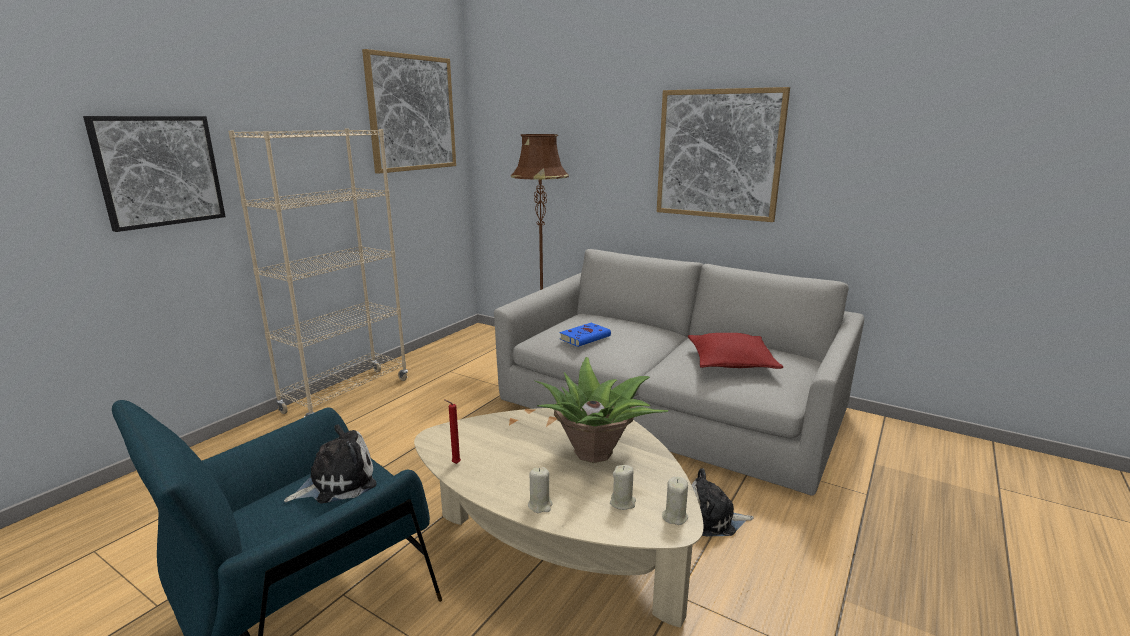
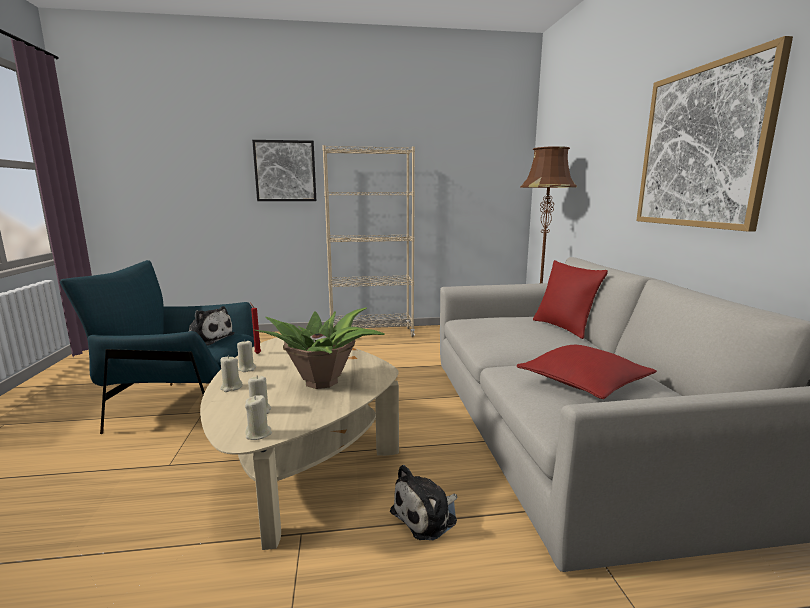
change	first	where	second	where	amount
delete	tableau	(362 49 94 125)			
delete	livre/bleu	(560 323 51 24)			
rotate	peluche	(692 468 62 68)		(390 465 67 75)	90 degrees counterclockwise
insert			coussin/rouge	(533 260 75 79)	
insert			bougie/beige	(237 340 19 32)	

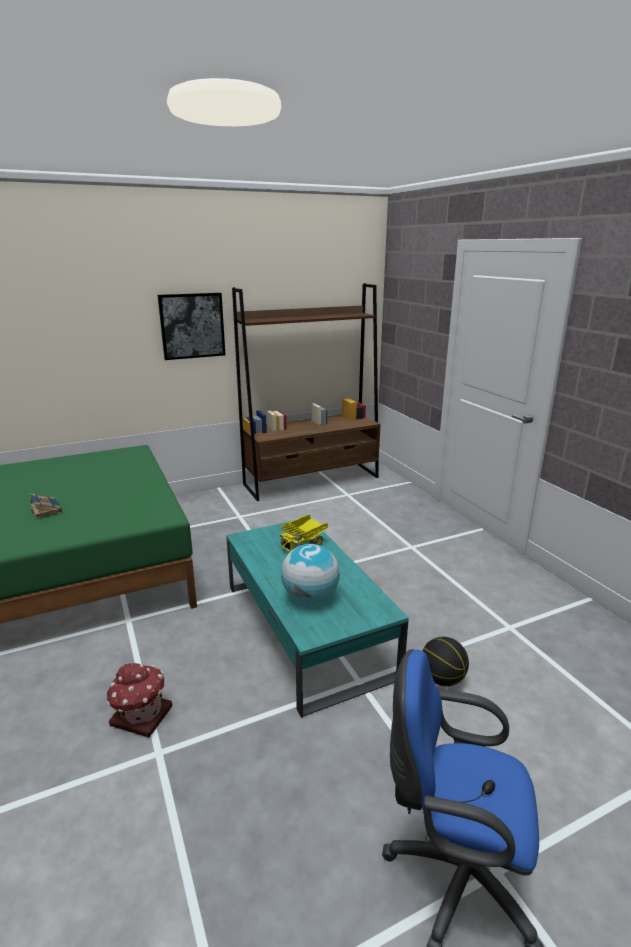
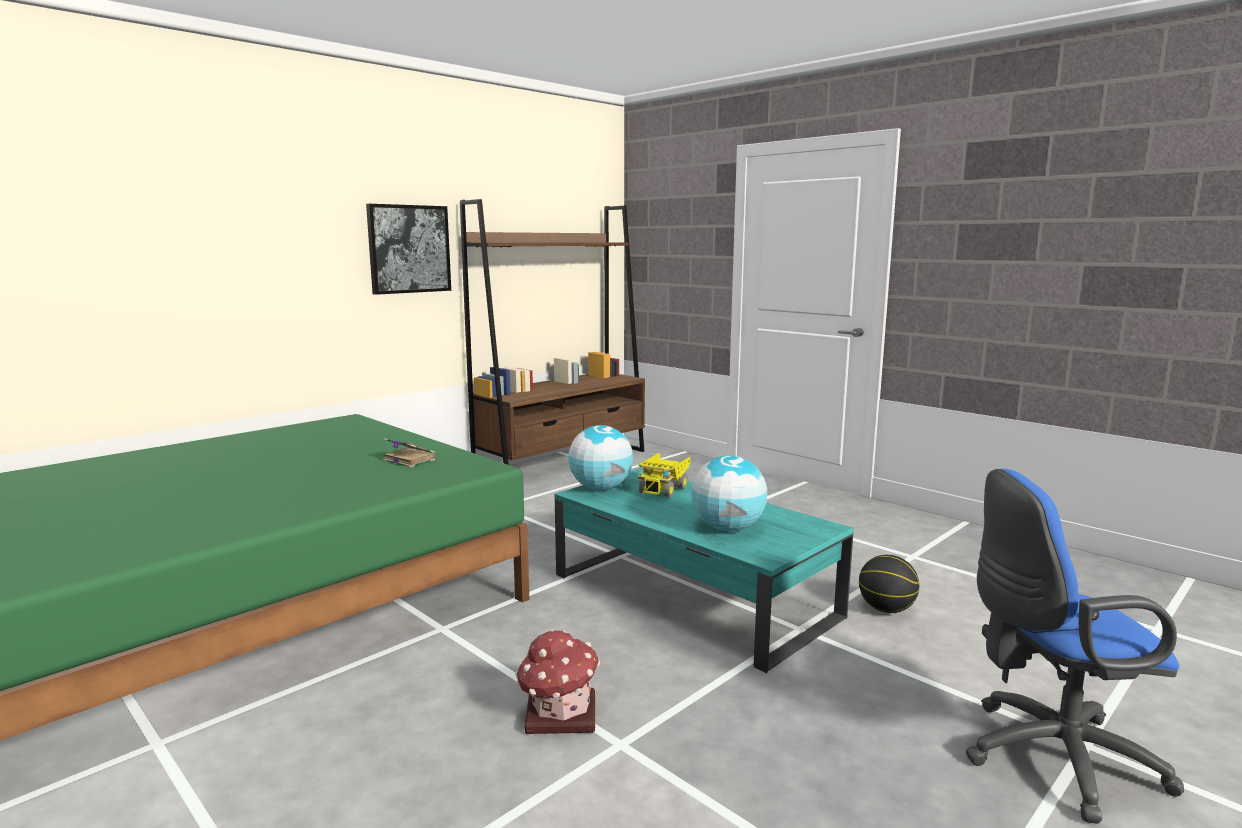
change	first	where	second	where	amount
move	livre	(30 493 32 27)		(383 438 53 30)	
insert			globe	(568 425 65 65)	

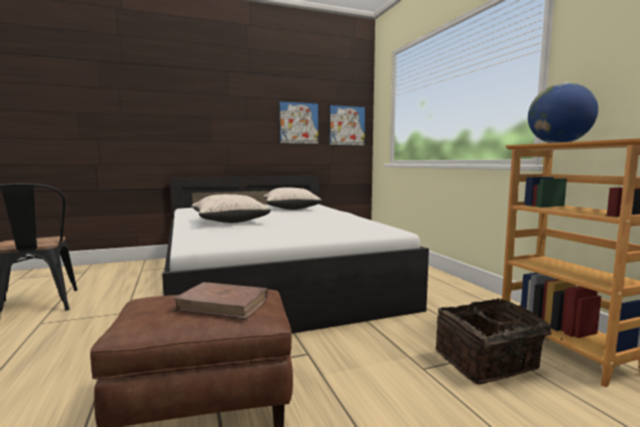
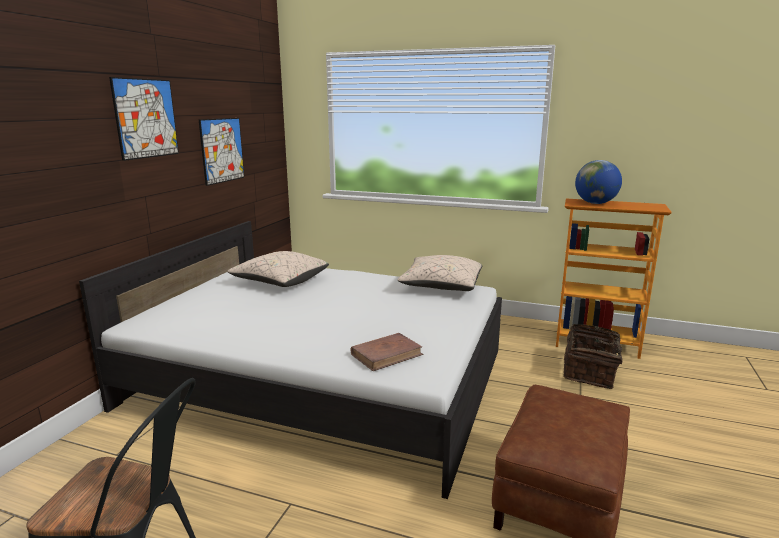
change	first	where	second	where	amount
move	tableau	(329 105 37 41)		(109 77 70 84)	
move	coussin/beige	(192 194 79 29)		(398 255 84 36)	
move	livre/marron	(173 282 95 37)		(351 333 73 38)	

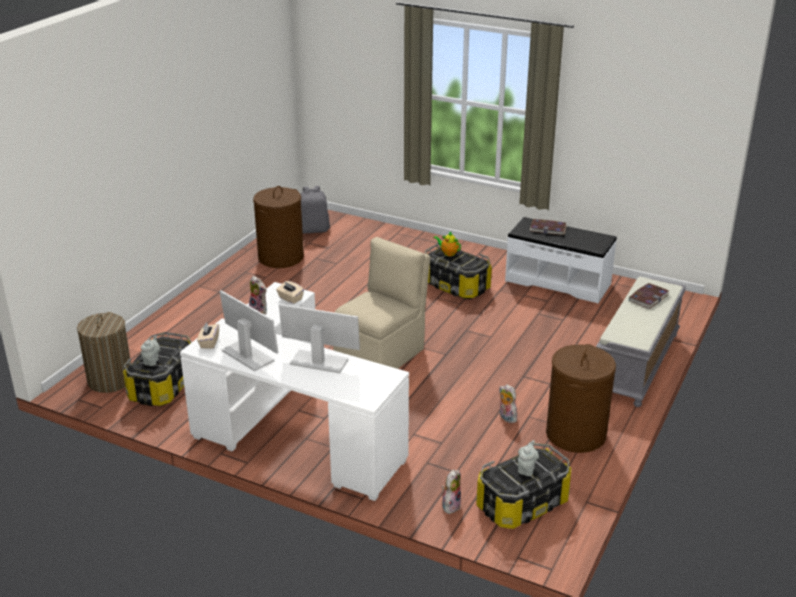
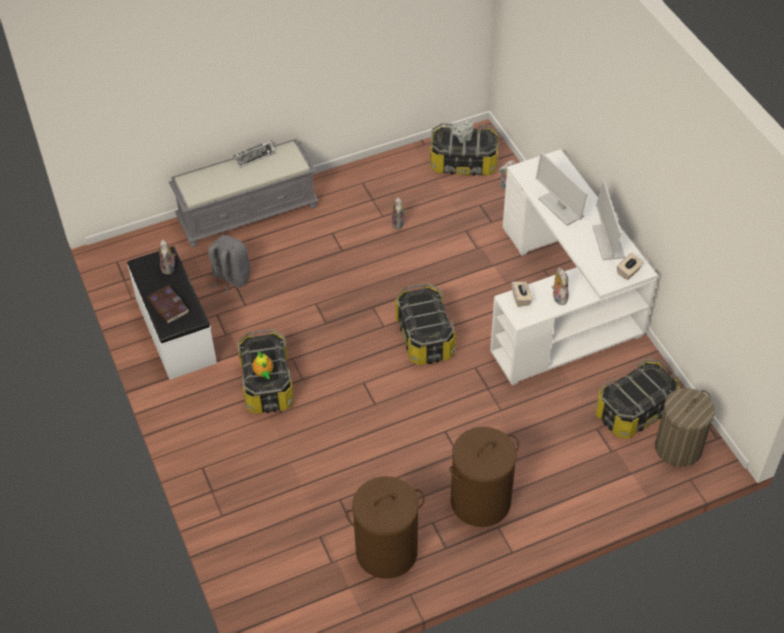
change	first	where	second	where	amount
move	sac à dos/gris	(300 186 30 48)		(208 235 42 60)	
replace	chaise/beige	(333 237 97 132)	boîte de rangement	(395 283 61 82)	
delete	livre	(629 283 40 26)			
delete	théière/gris	(141 336 19 30)			
move	panier à linge/marron	(546 344 70 109)		(449 427 70 100)	
insert			clavier	(233 140 43 28)	
insert			peluche	(159 240 17 35)	

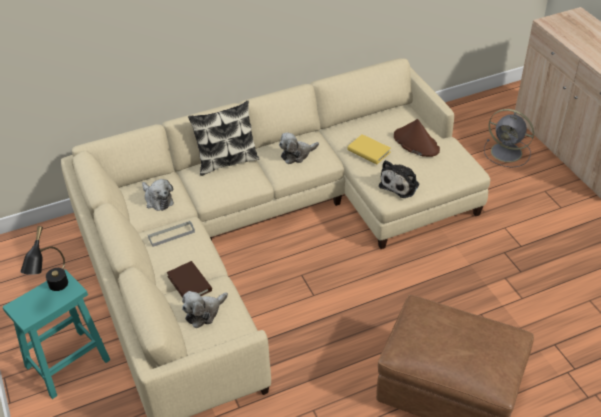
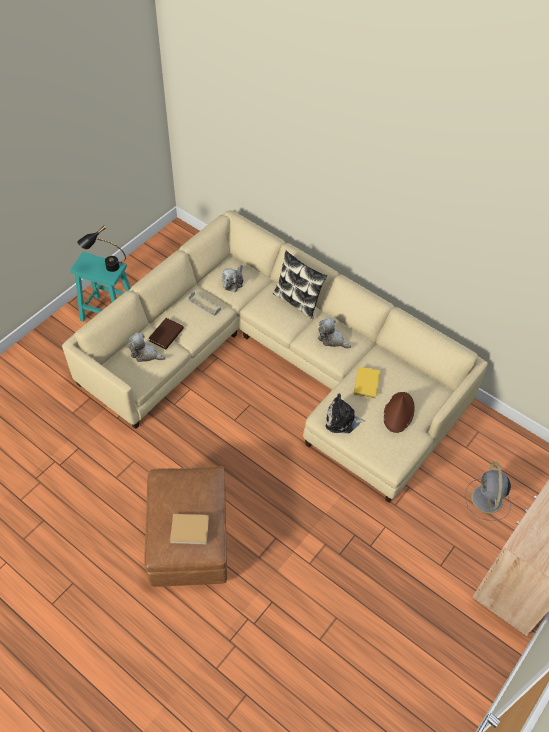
change	first	where	second	where	amount
insert			livre/beige	(170 514 39 30)	

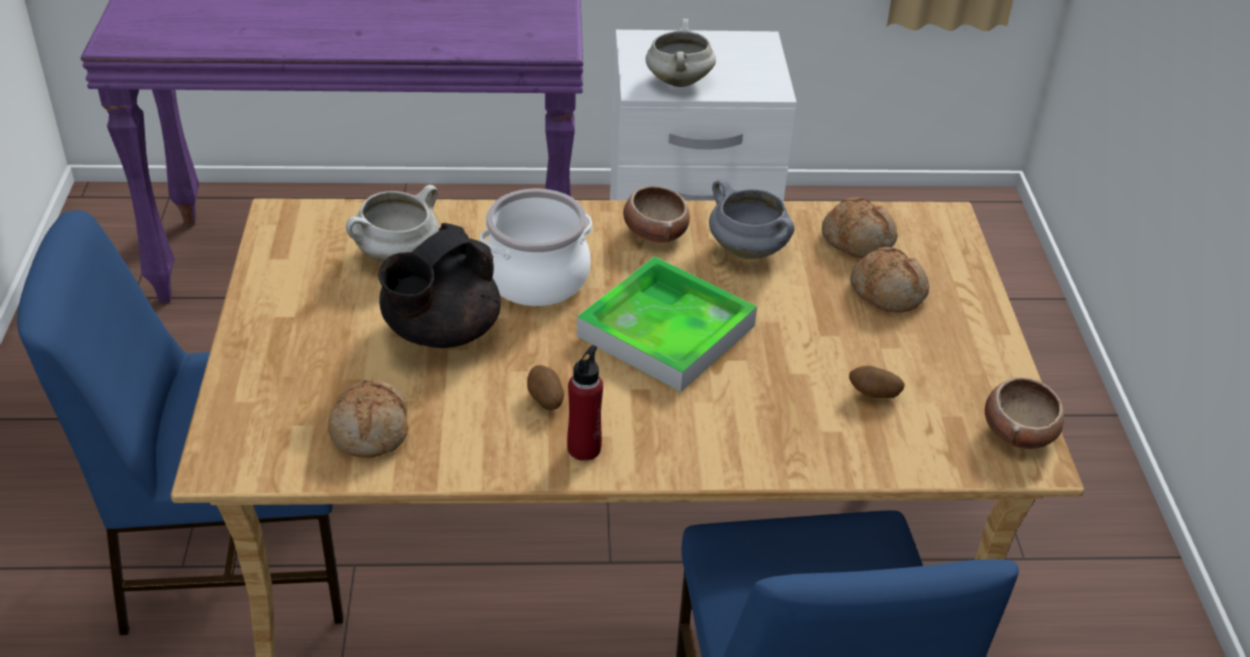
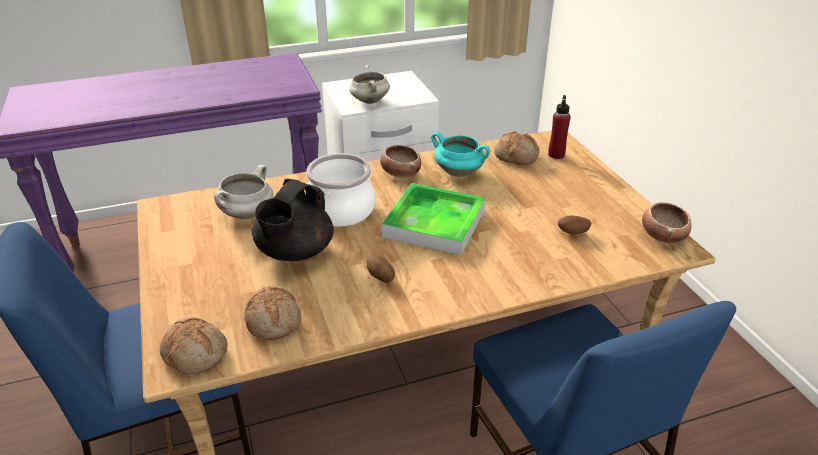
change	first	where	second	where	amount
recolor	marmite/gris	(709 179 85 80)	marmite/turquoise	(431 132 59 45)	
move	pain	(850 247 79 65)		(160 317 67 57)	
move	bouteille/rouge	(567 345 36 116)		(548 95 23 64)	

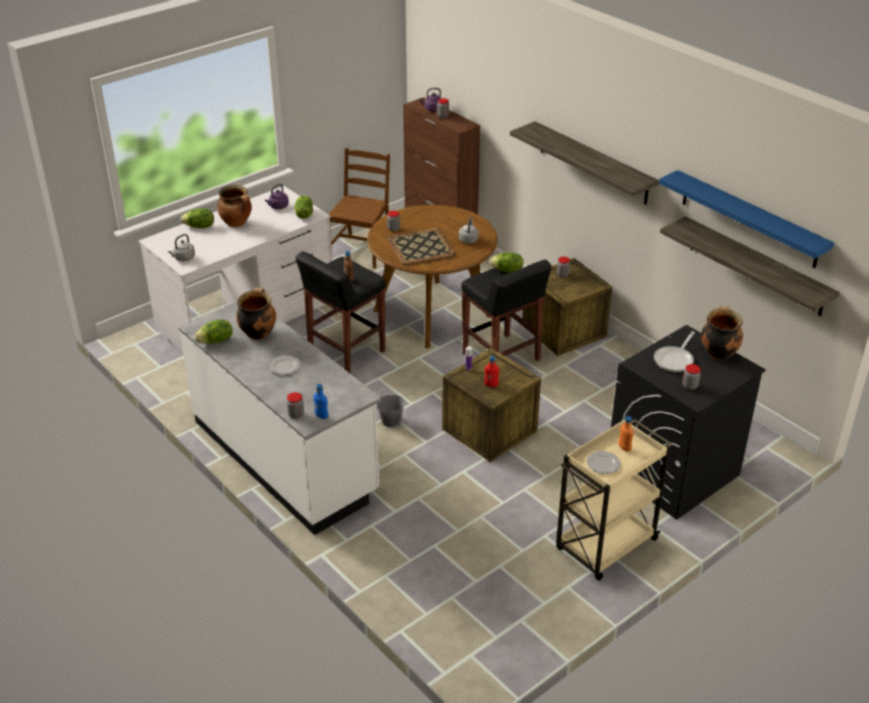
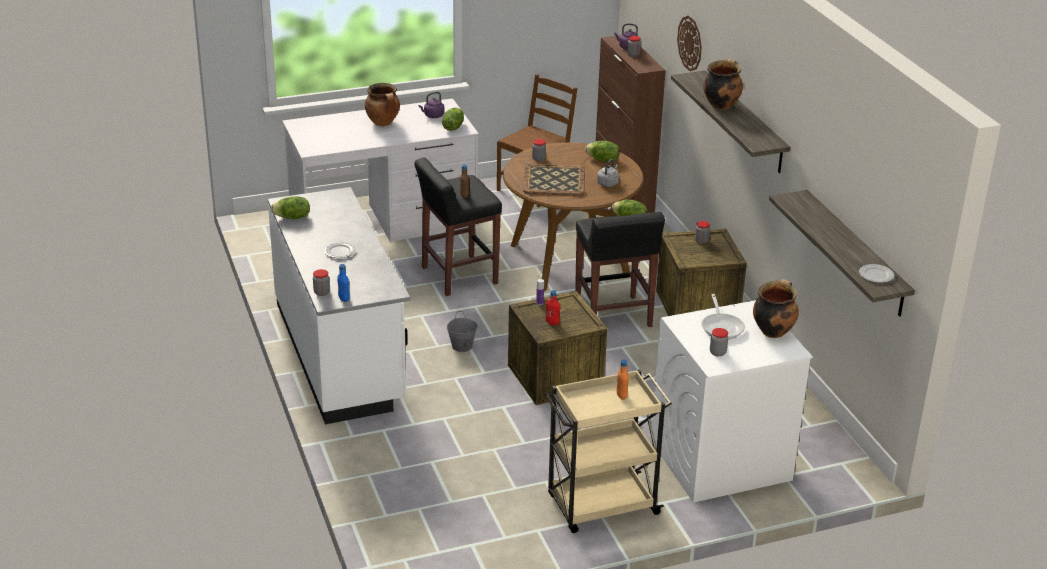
change	first	where	second	where	amount
delete	étagère/bleu	(659 170 175 98)			
move	laitue	(181 209 33 19)		(585 141 34 21)	
delete	bouilloire/gris	(168 234 27 27)			
move	marmite	(236 288 40 52)		(703 59 40 51)	
recolor	lave-linge/noir	(611 325 155 195)	lave-linge/blanc	(651 300 162 203)	
rotate	poêle	(654 331 41 41)		(701 294 44 45)	60 degrees counterclockwise
move	assiette	(587 451 34 23)		(859 264 35 19)	
insert			horloge murale	(677 16 25 55)	

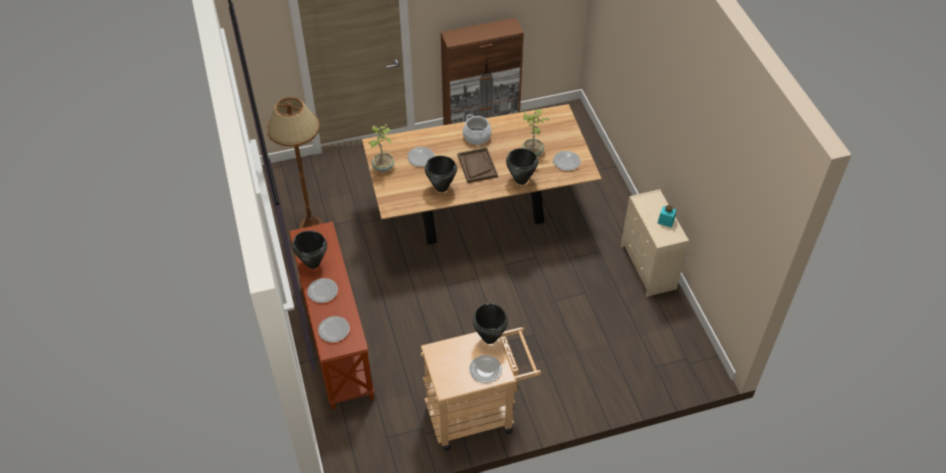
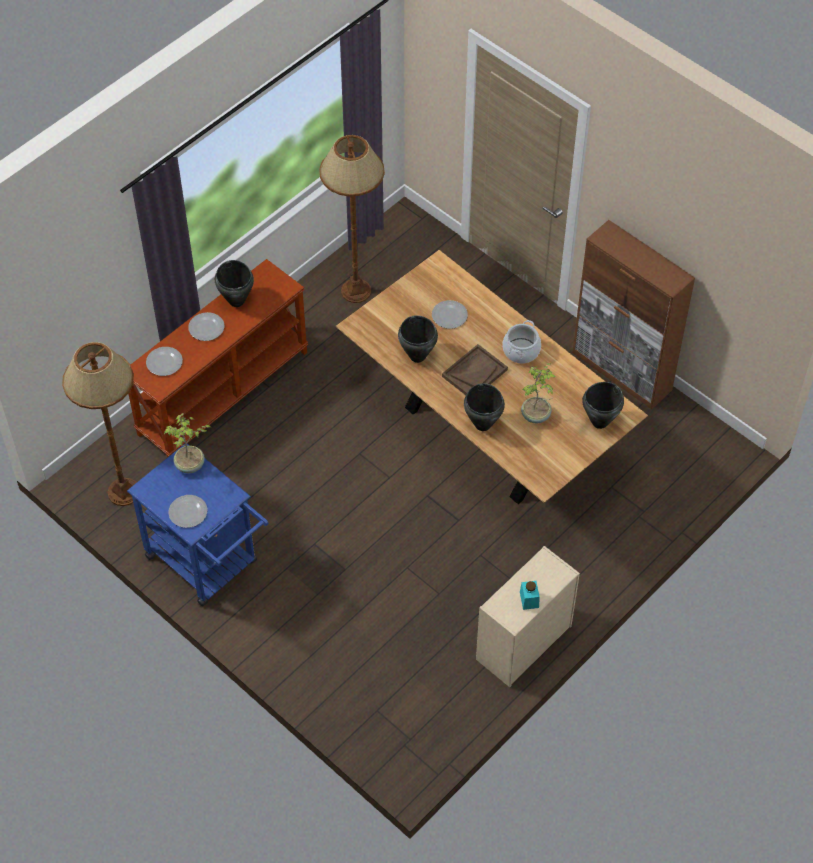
change	first	where	second	where	amount
move	plante en pot	(369 124 25 48)		(164 413 47 60)	
delete	assiette	(553 151 28 20)			
move	marmite/noir	(473 303 35 41)		(582 382 42 47)	
recolor	chariot/beige	(421 327 120 124)	chariot/bleu	(127 444 142 162)	
insert			lampadaire/marron	(62 342 75 164)	

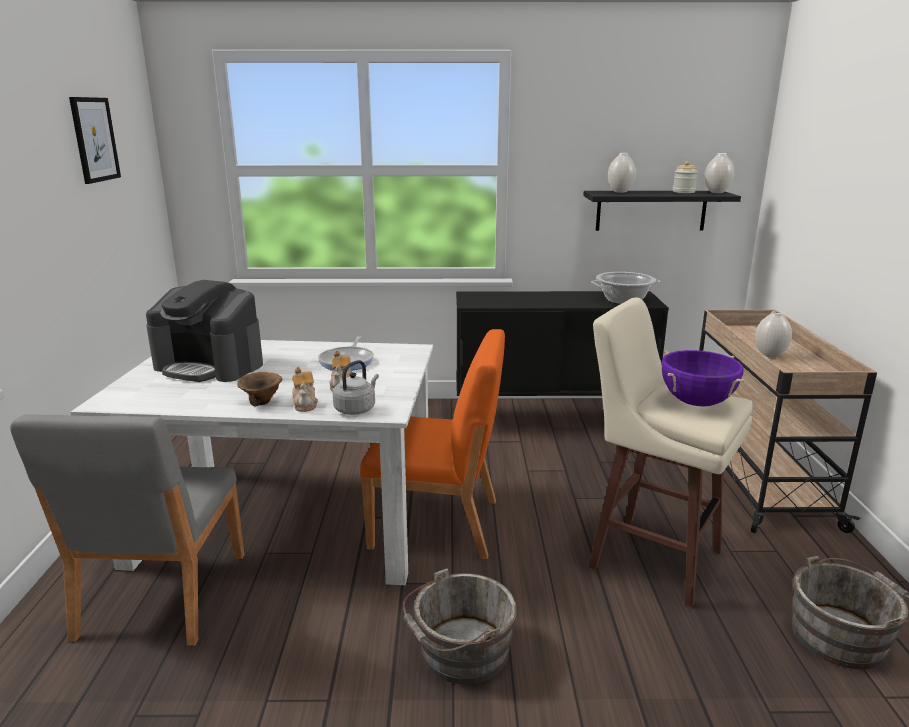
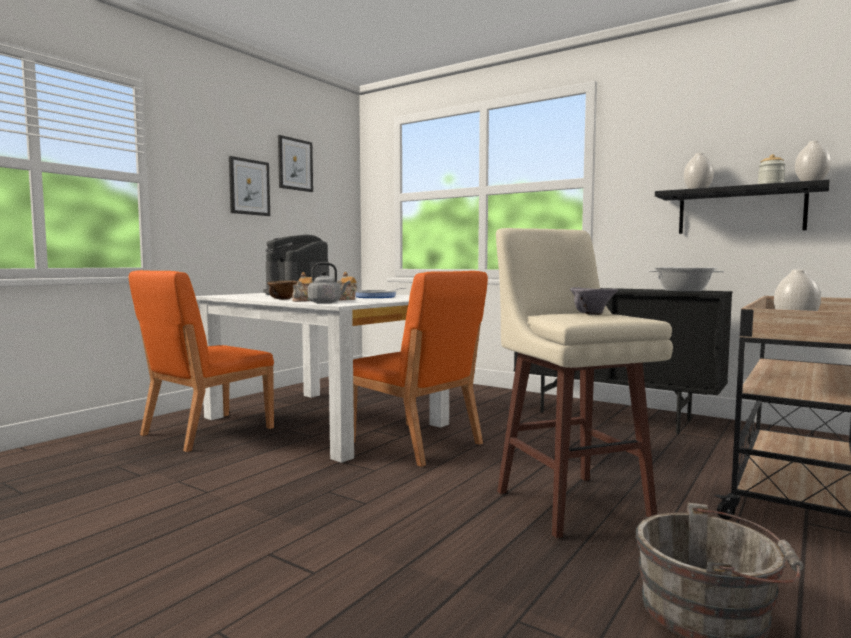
change	first	where	second	where	amount
replace	marmite/violet	(661 350 83 56)	bol/gris	(570 287 48 28)	
recolor	chaise/gris	(10 415 234 231)	chaise/orange	(129 270 145 182)	
delete	seau/gris	(403 569 114 116)			
insert			tableau	(229 156 41 60)	

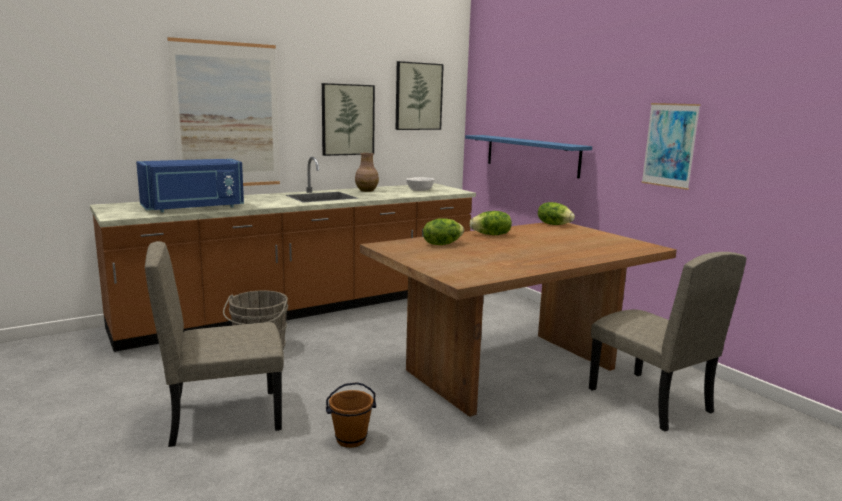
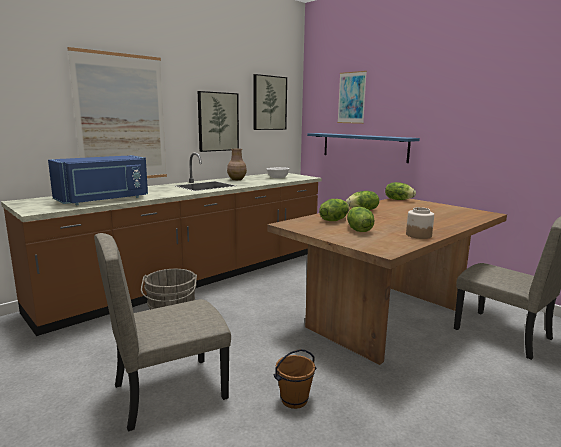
change	first	where	second	where	amount
move	tableau	(641 103 60 87)		(337 71 30 53)	
insert			laitue	(347 206 28 26)	
insert			bocal	(406 207 28 32)	

